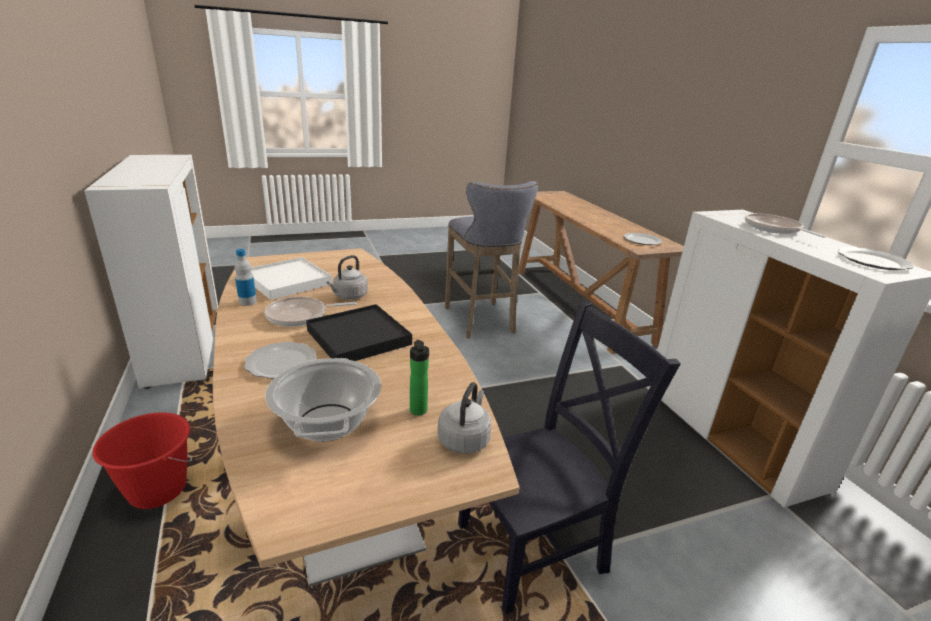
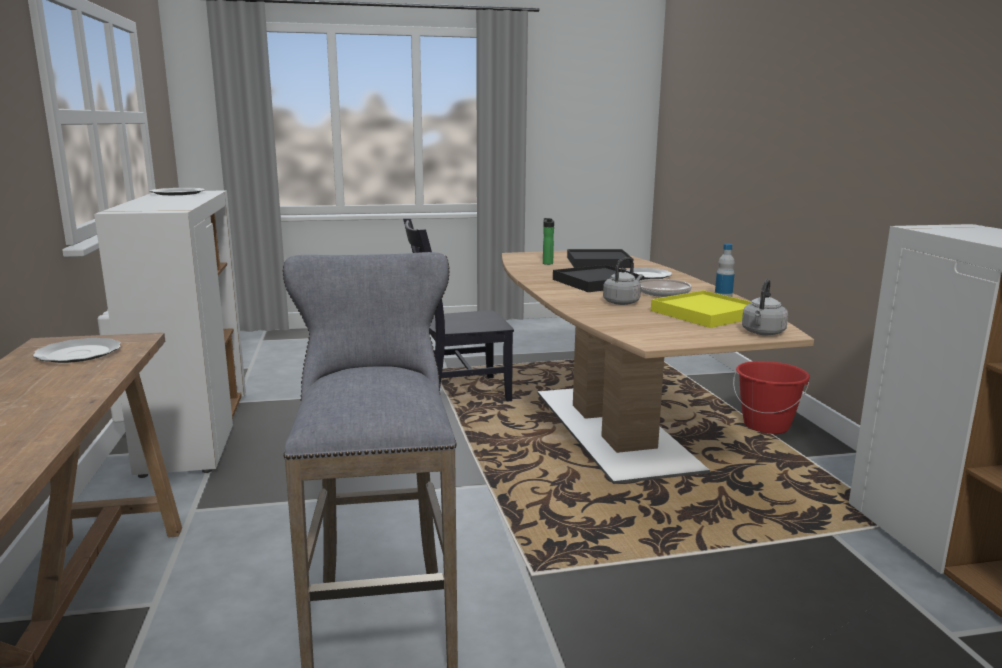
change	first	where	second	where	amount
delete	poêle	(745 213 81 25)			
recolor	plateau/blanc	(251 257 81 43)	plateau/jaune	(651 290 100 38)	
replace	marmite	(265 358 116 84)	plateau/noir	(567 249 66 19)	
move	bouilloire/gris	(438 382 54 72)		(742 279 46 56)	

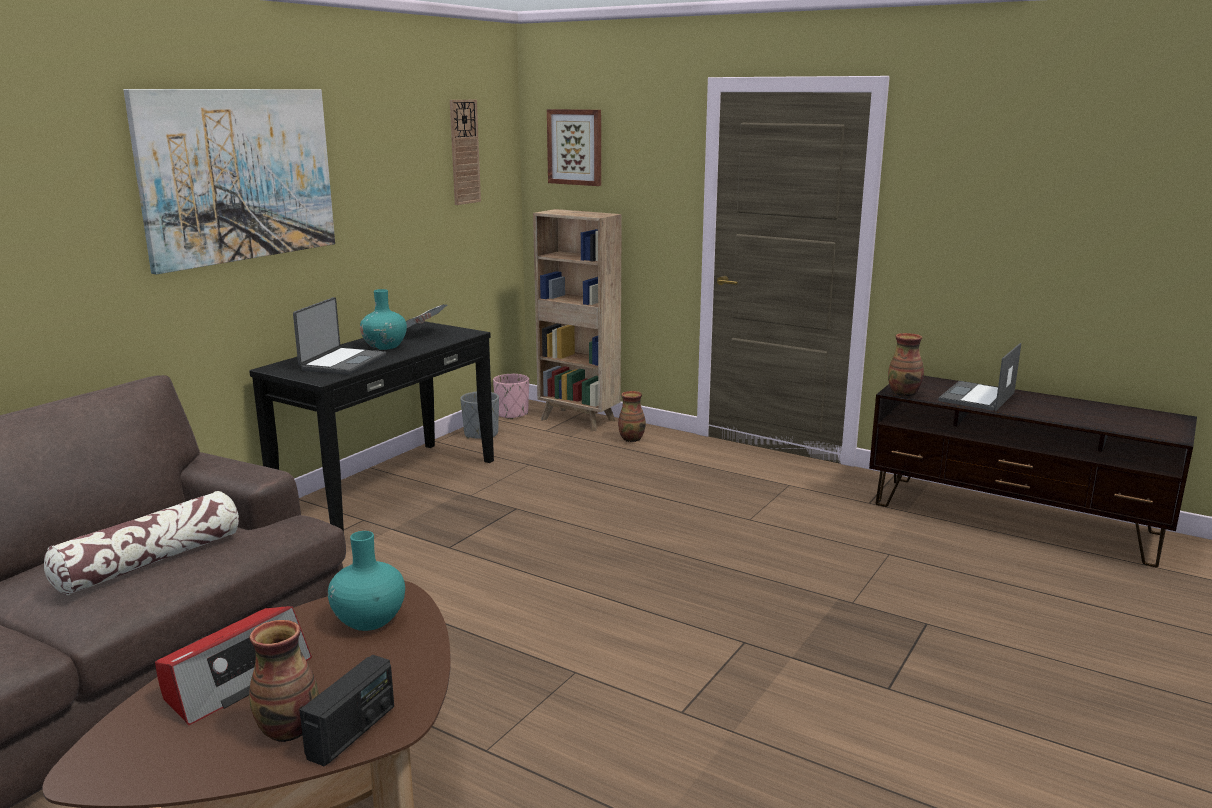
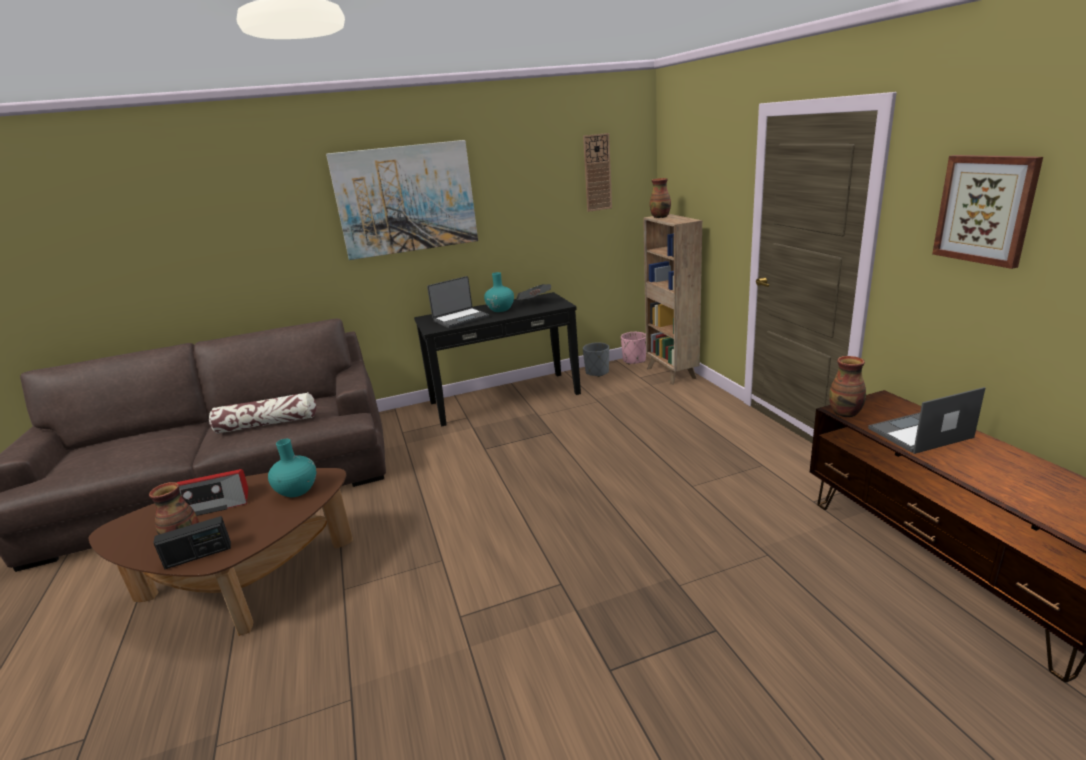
change	first	where	second	where	amount
move	tableau	(547 109 54 77)		(932 155 111 114)	
move	vase	(618 391 28 51)		(650 178 21 40)	

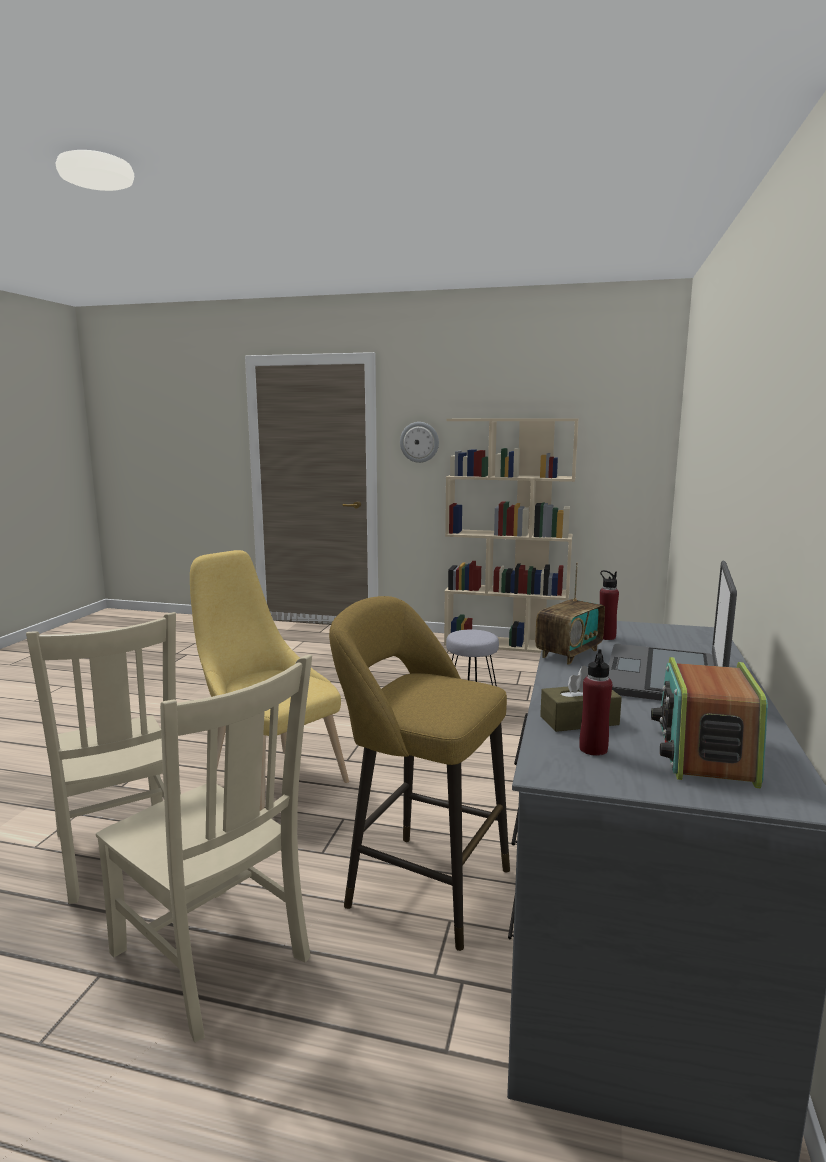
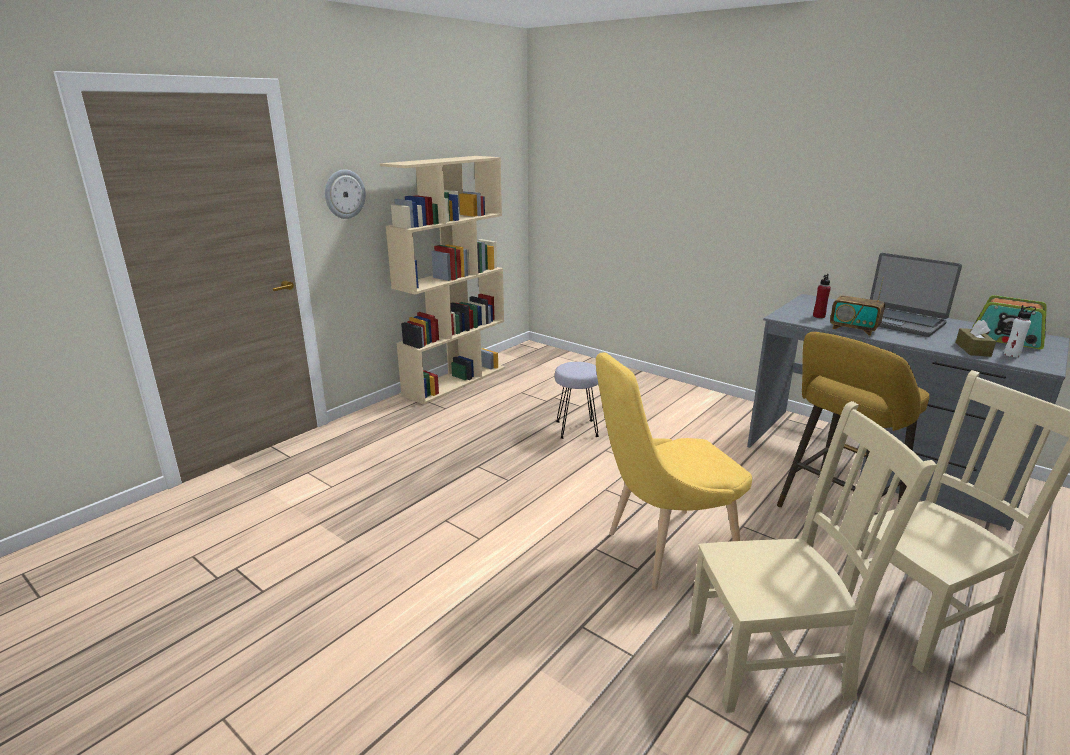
change	first	where	second	where	amount
rotate	radio	(535 563 70 102)		(830 277 55 59)	150 degrees clockwise
recolor	bouteille/rouge	(579 649 33 107)	bouteille/blanc	(1004 305 32 52)	

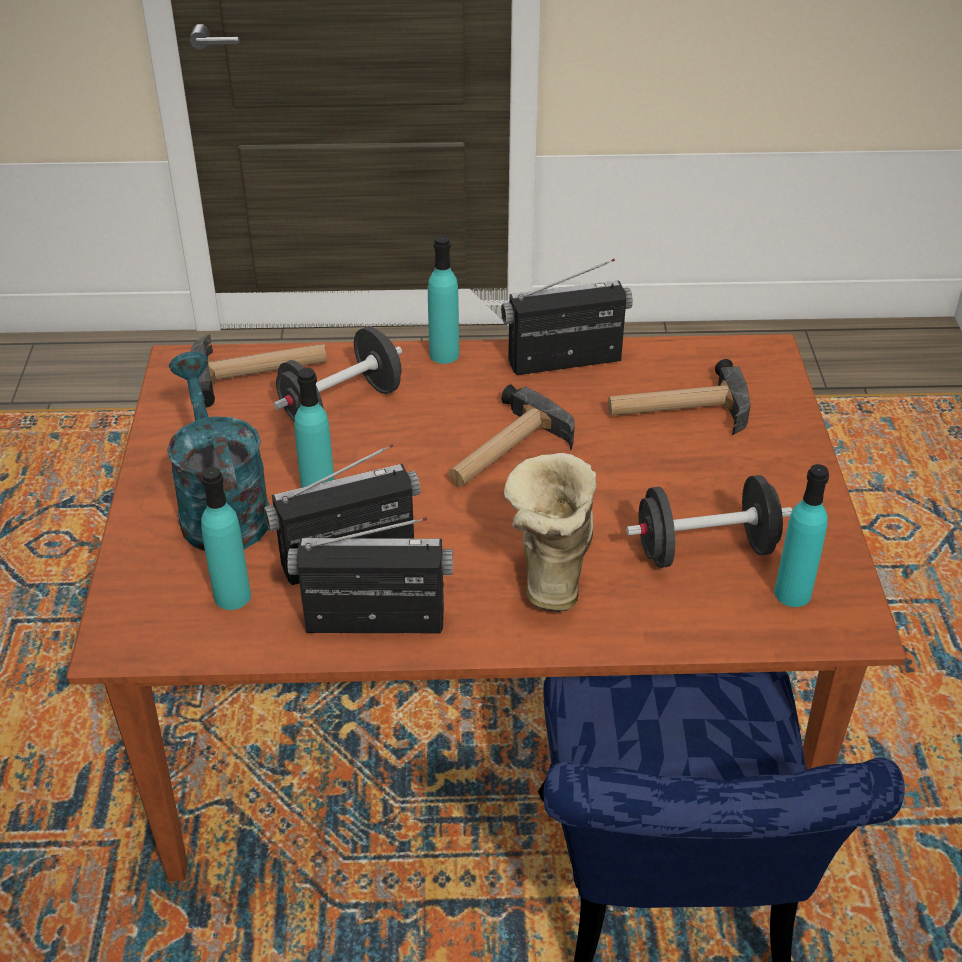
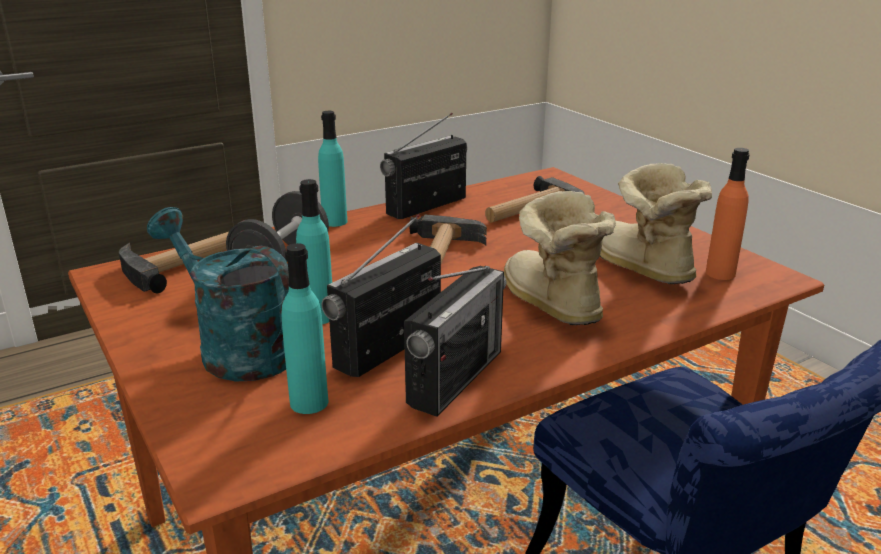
change	first	where	second	where	amount
recolor	bouteille/turquoise	(774 464 55 143)	bouteille/orange	(706 148 44 132)	
replace	haltère/noir	(626 475 166 93)	botte	(600 163 112 121)	
rotate	radio	(287 517 166 116)		(404 266 102 151)	150 degrees clockwise

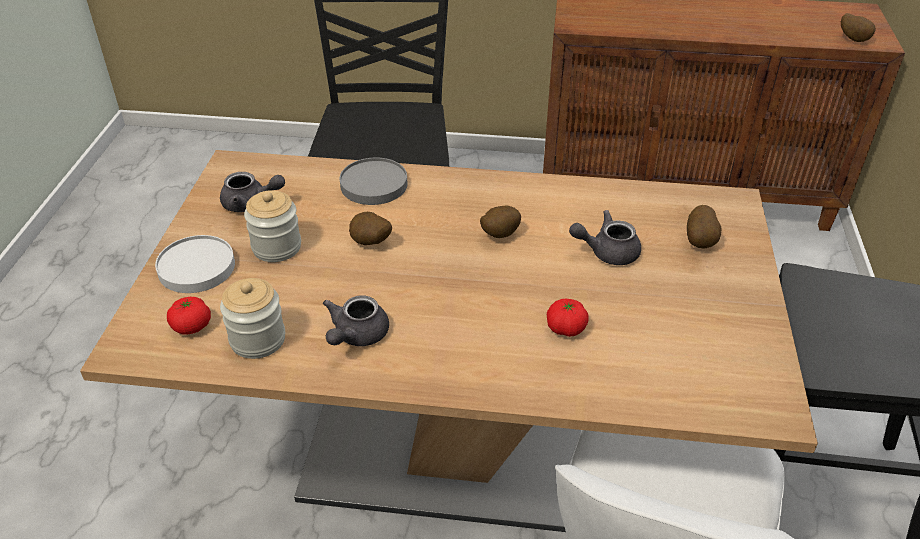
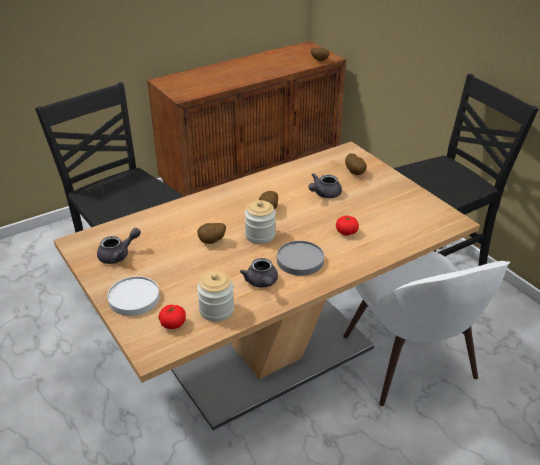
change	first	where	second	where	amount
move	assiette/gris	(340 158 67 47)		(277 241 47 35)	
move	bocal	(244 190 57 72)		(245 200 31 44)	

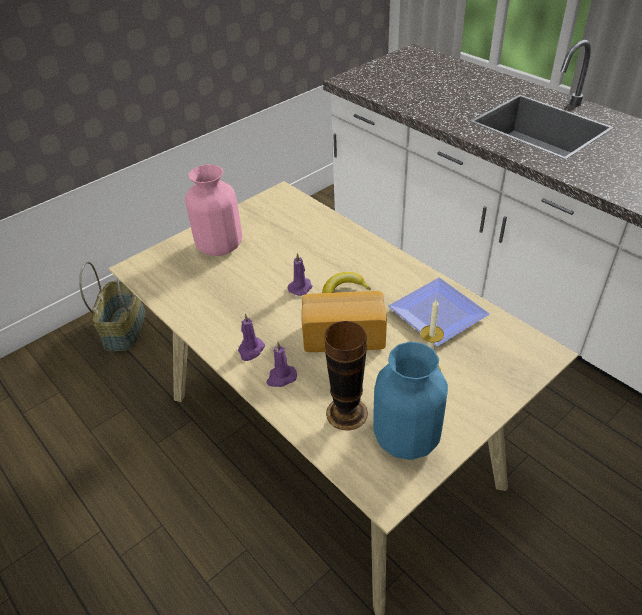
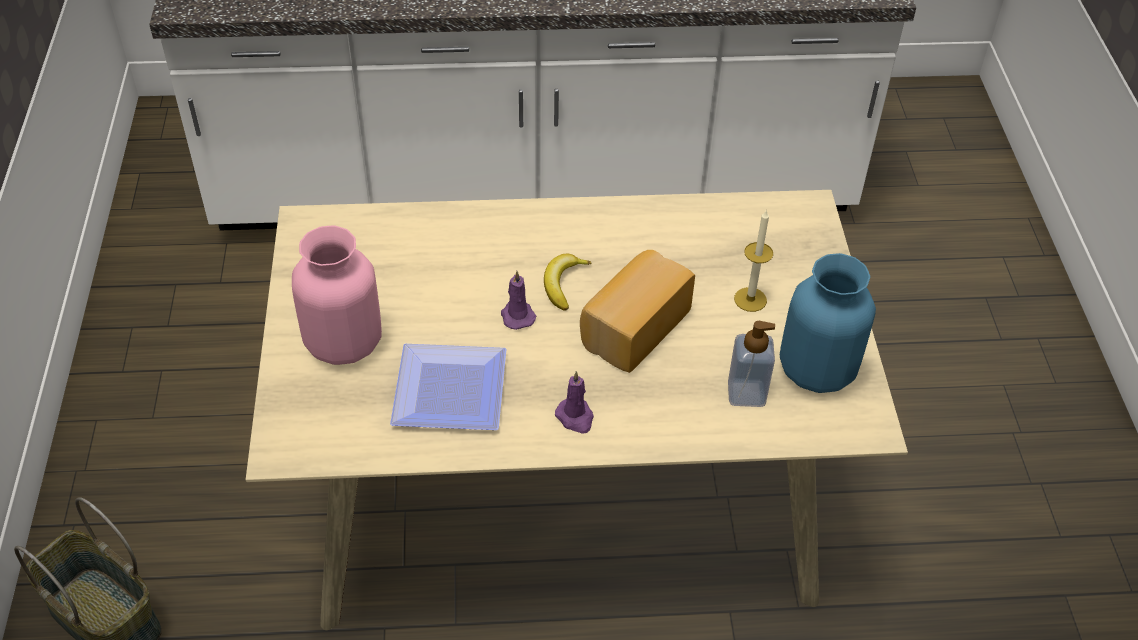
change	first	where	second	where	amount
move	assiette	(388 278 102 68)		(390 344 116 86)	
replace	vase	(324 321 44 110)	distributeur de savon	(728 321 47 86)	
delete	bougie/violet	(267 342 30 45)			

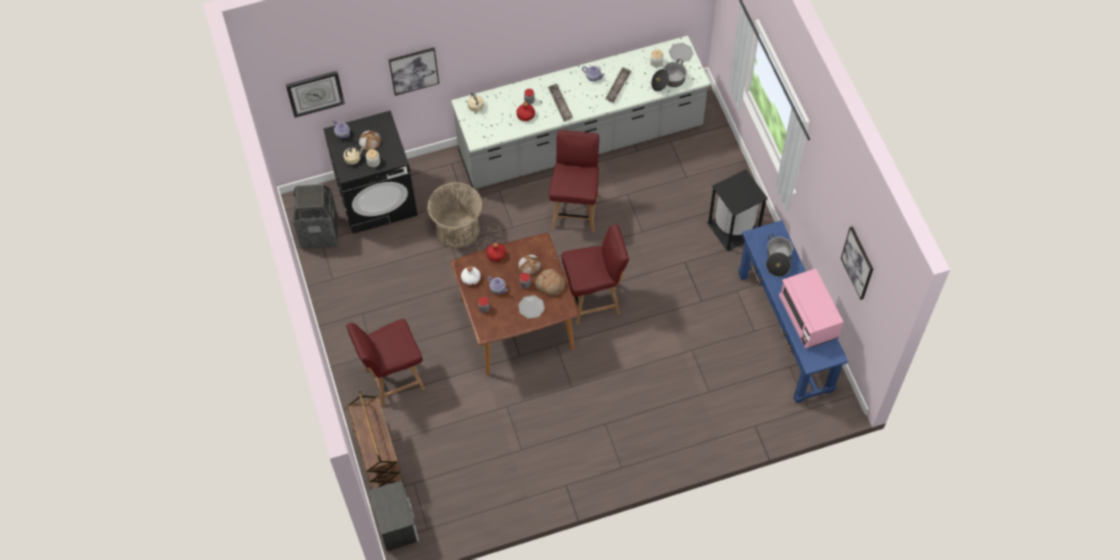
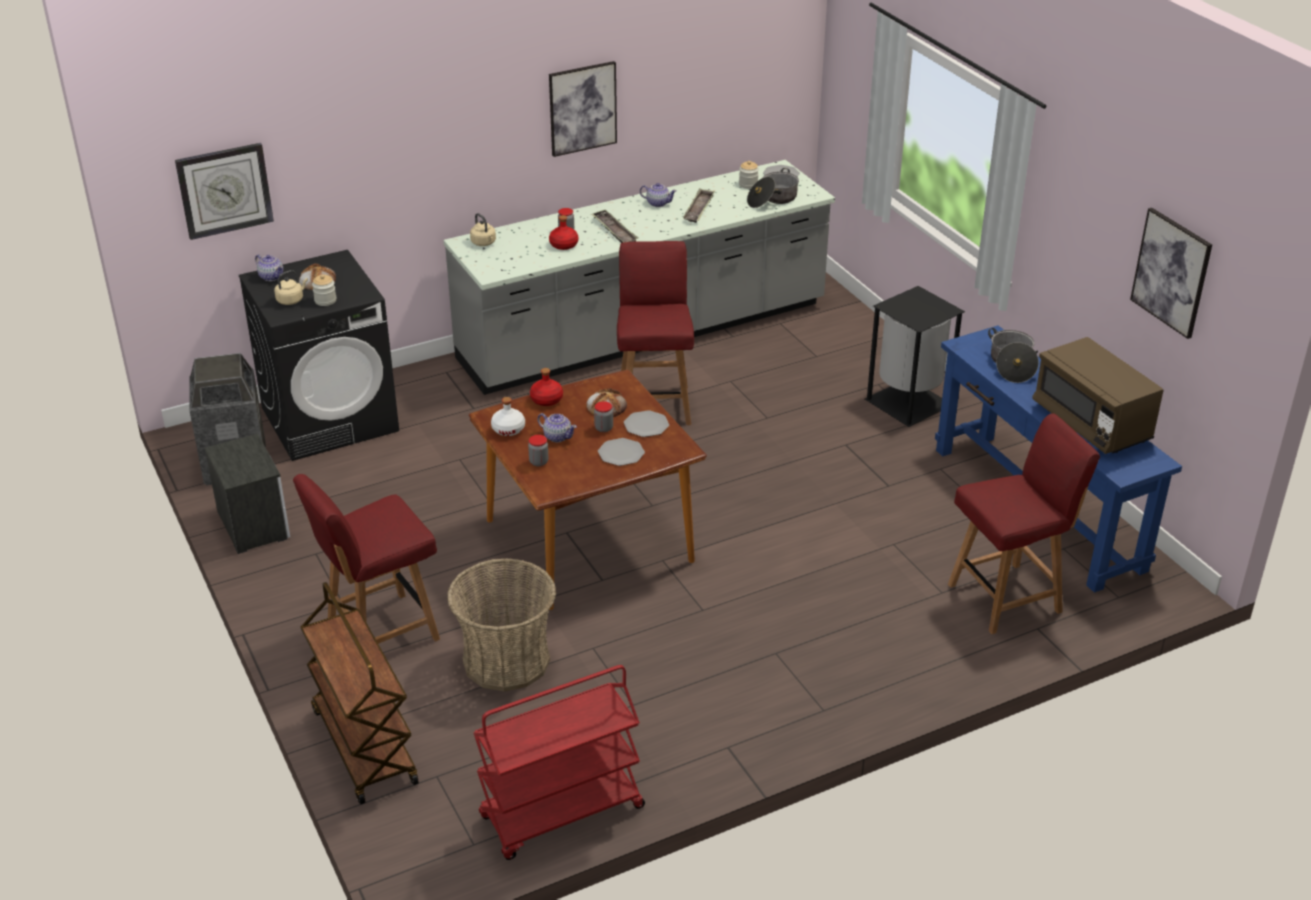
change	first	where	second	where	amount
move	tableau	(389 47 50 49)		(549 61 68 96)	
move	panier	(427 182 56 67)		(447 558 109 134)	
move	chaise/rouge	(561 224 68 100)		(948 413 152 221)	
recolor	micro-ondes/rose	(779 268 65 81)	micro-ondes/marron	(1032 337 132 117)	
replace	pain	(535 269 30 27)	assiette	(624 410 45 27)	
move	table de chevet	(369 480 50 71)		(205 434 85 120)	
insert			chariot/rouge	(473 665 172 195)	

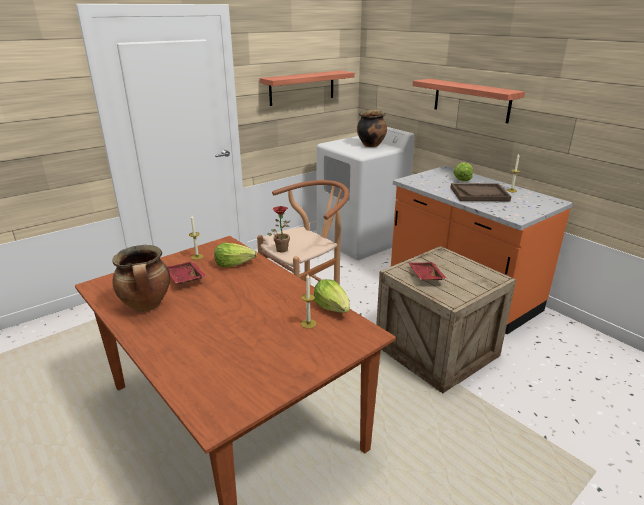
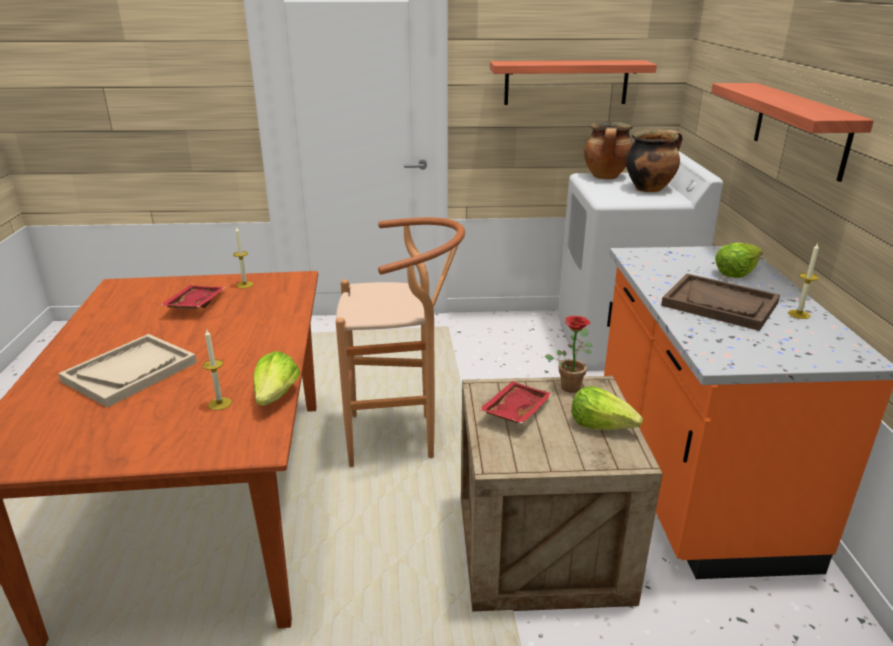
change	first	where	second	where	amount
move	plante en pot	(267 206 23 47)		(545 316 48 77)	
move	laitue	(214 243 43 24)		(571 386 72 44)	
move	marmite	(113 245 57 67)		(584 122 49 57)	
insert			plateau/beige	(58 334 139 74)	

